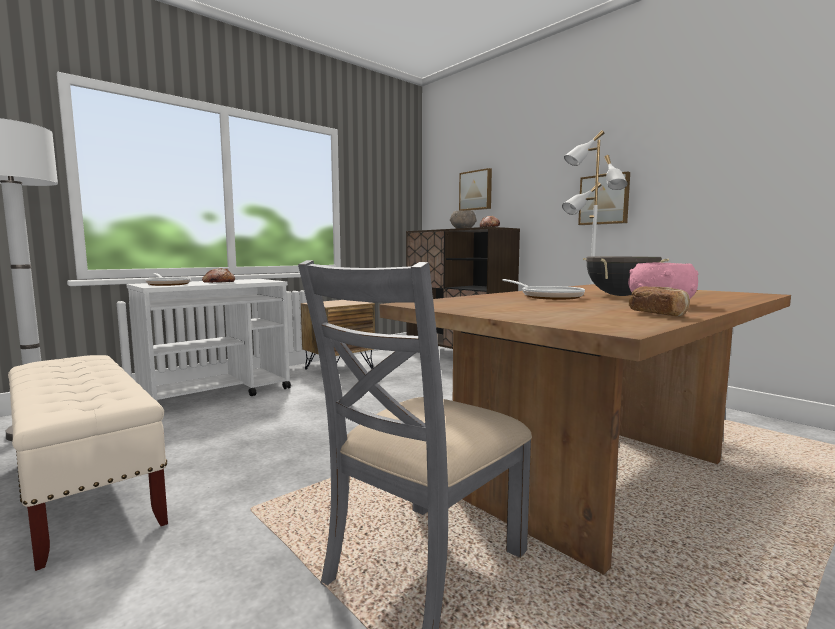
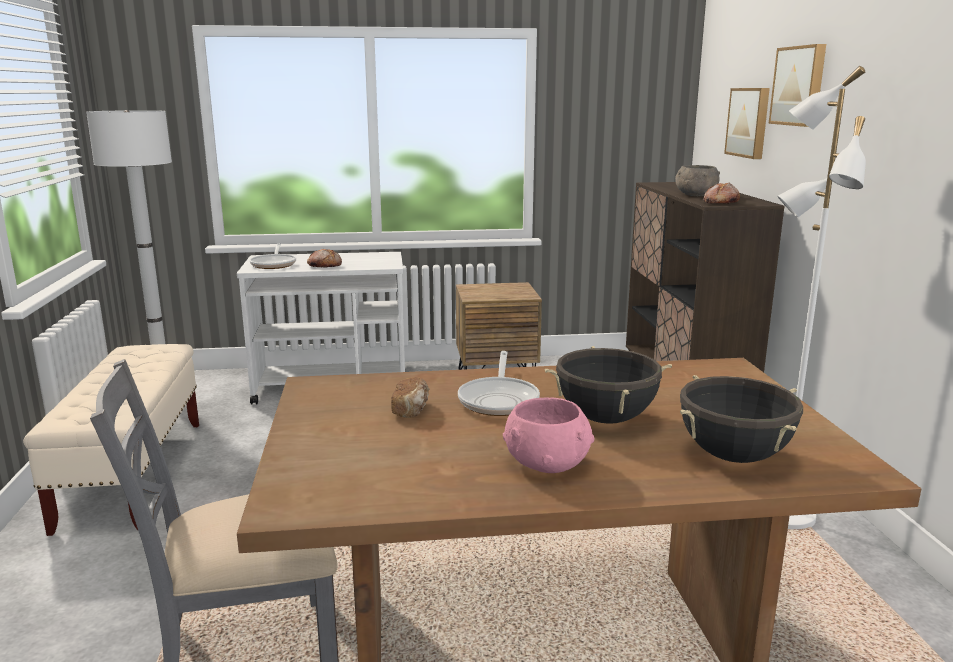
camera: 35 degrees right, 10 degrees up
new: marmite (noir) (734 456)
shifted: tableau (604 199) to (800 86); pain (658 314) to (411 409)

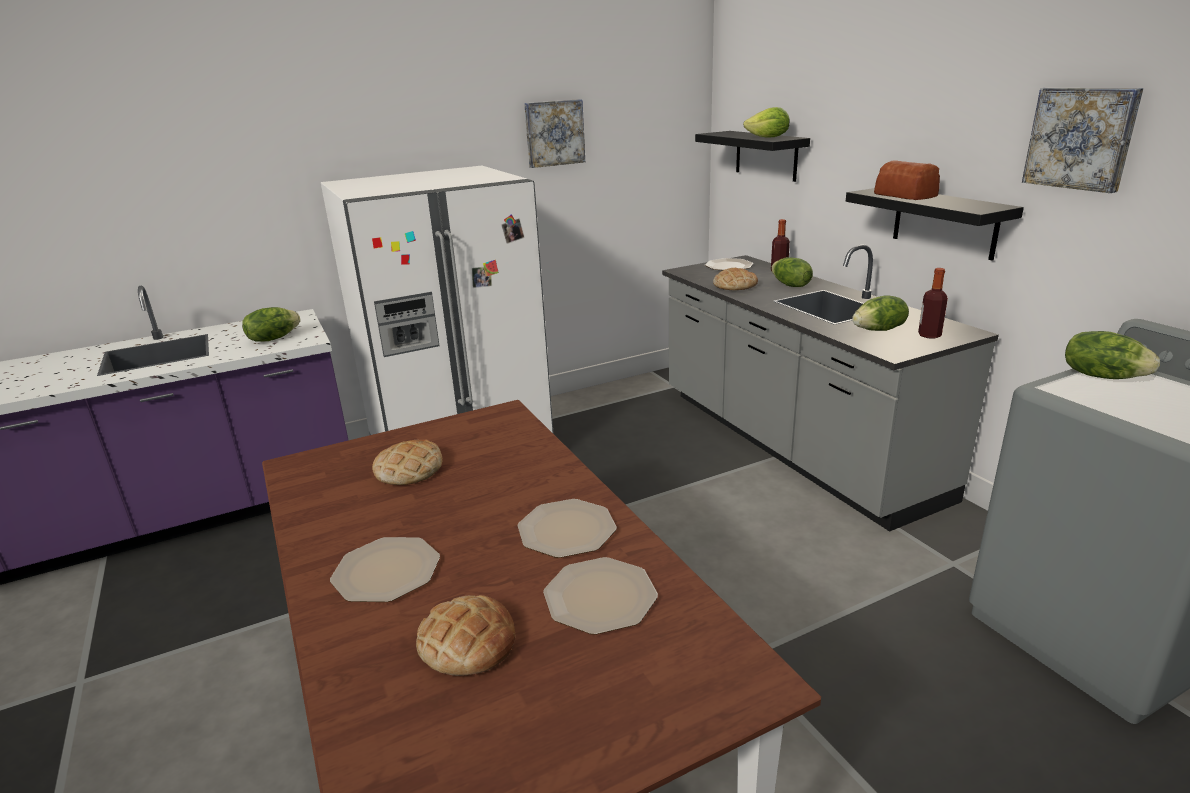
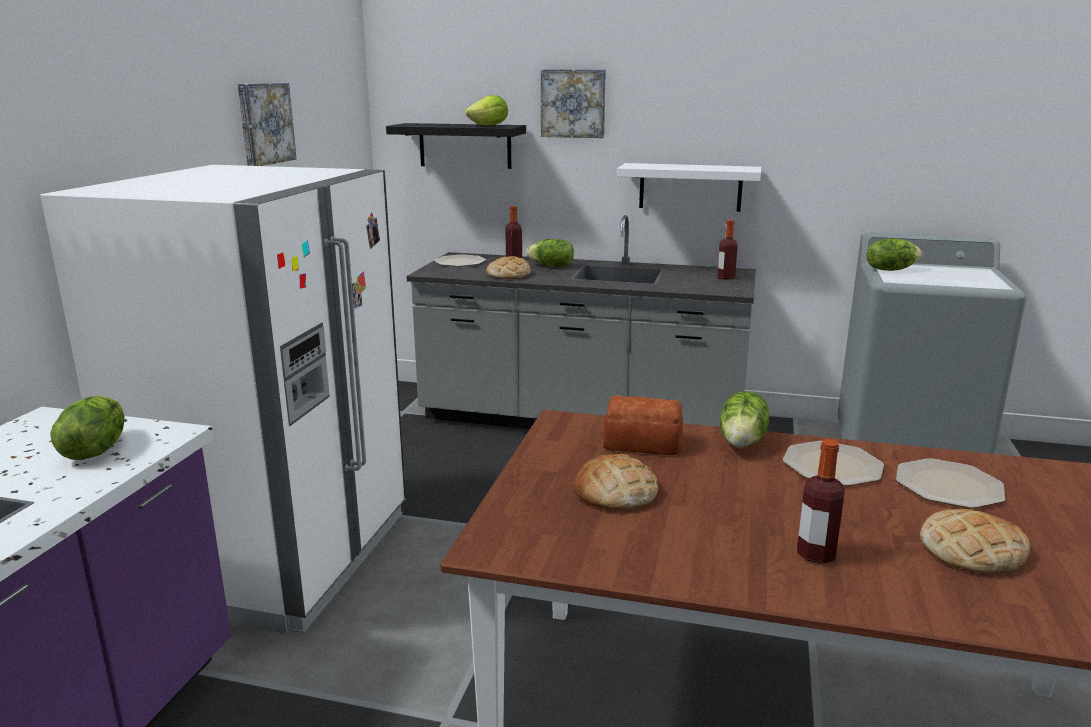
camera: 50 degrees left, 5 degrees down
shifted: laitue (879 330) to (743 442); pain (905 195) to (641 442); tableau (1081 138) to (573 103)
swapped: assiette (387 571) to bouteille (816 554)
repainted: étagère (noir) (944 222) to étagère (blanc) (690 187)

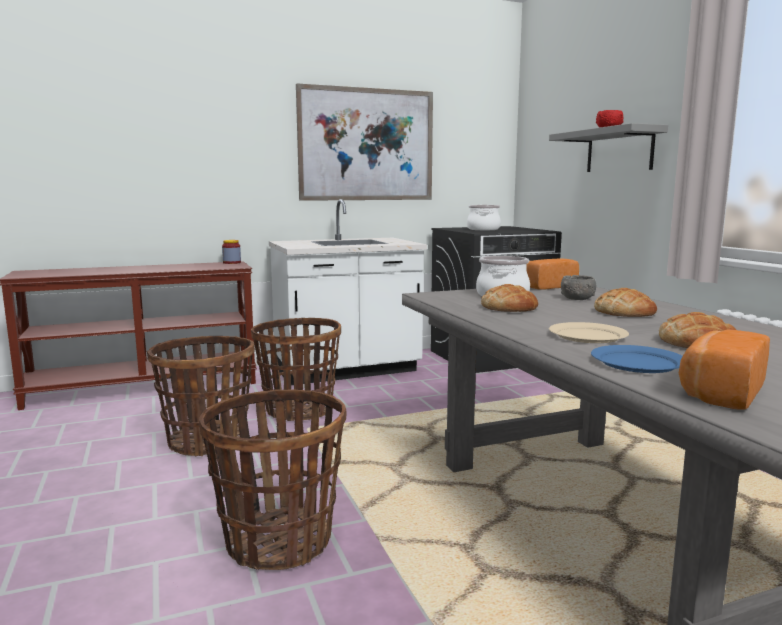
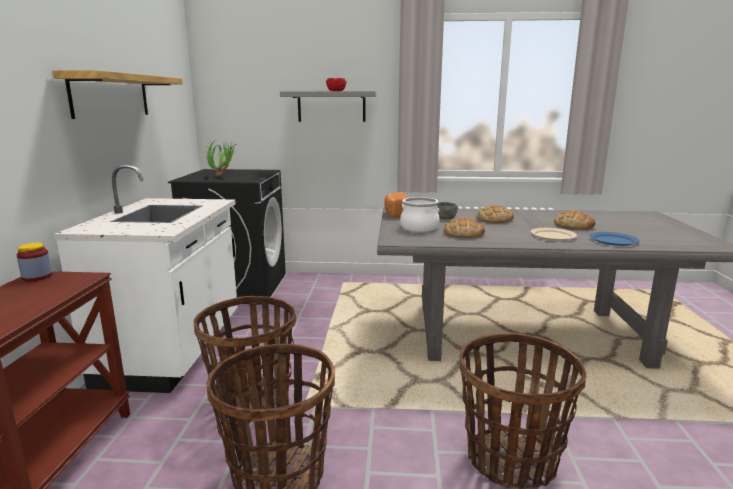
camera: 65 degrees left, 5 degrees up
gone: pain (719 392)
swapped: tableau (367 145) to étagère (111 96); marmite (483 229) to plante en pot (223 176)

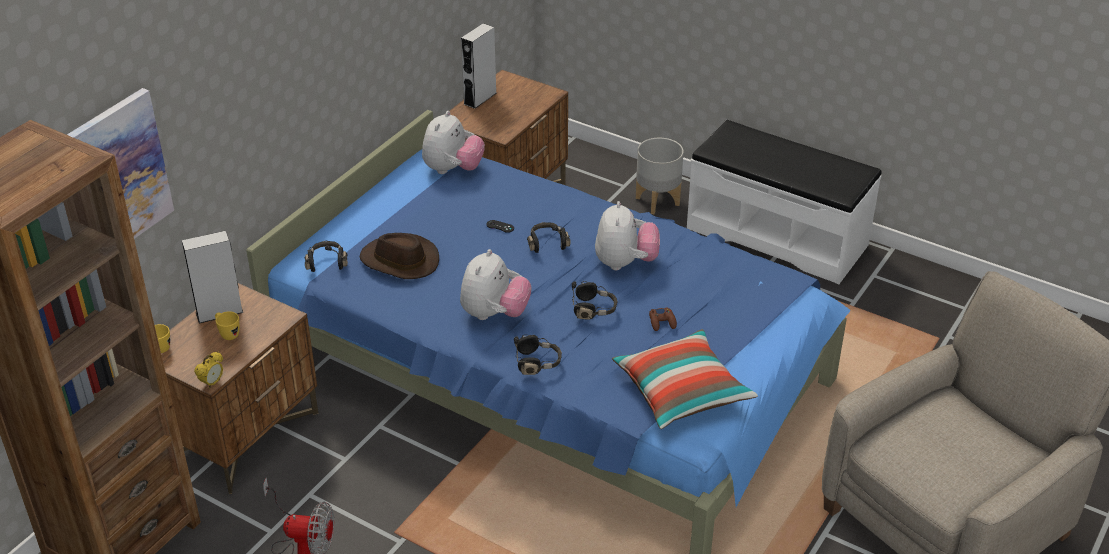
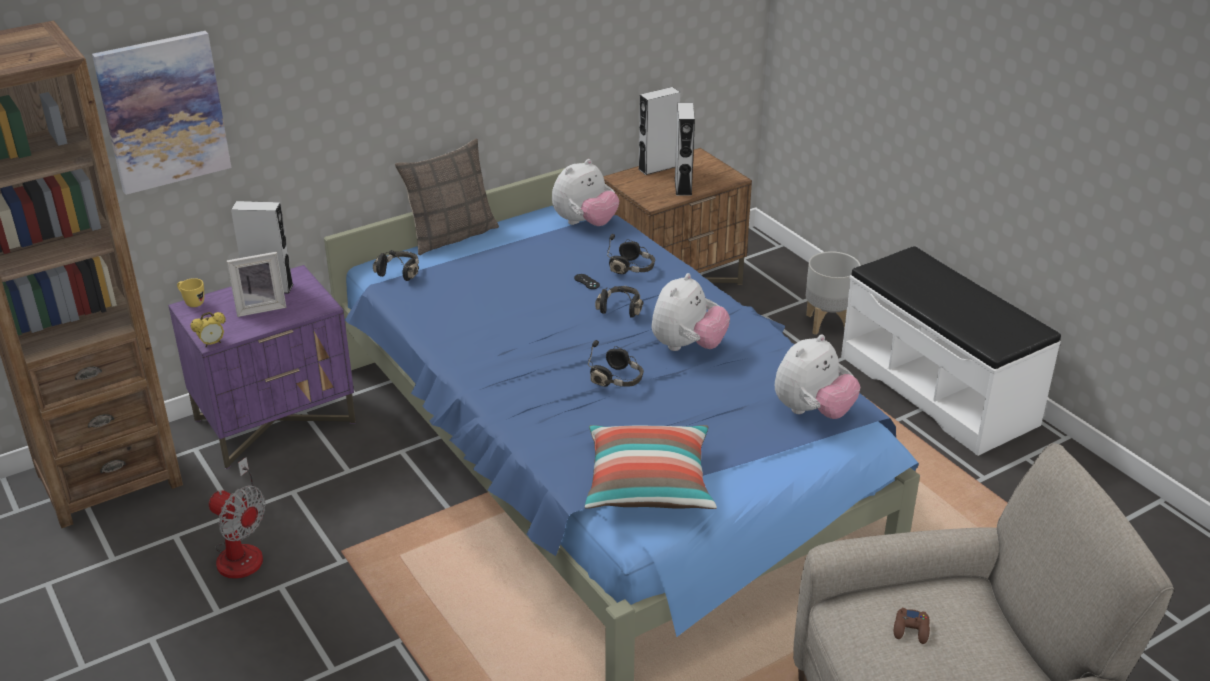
camera: 25 degrees right, 5 degrees down
gone: chapeau (marron) (399 261)
new: coussin (451 235); enceinte (gris) (683 186)
shifted: peluche (494 314) to (812 411); casque audio (noir) (538 363) to (632 268); manette (marron) (662 322) to (911 629)
swapped: mug (jaune) (227 334) to cadre photo (260 307)
repainted: table de chevet (marron) (242 434) to table de chevet (violet) (276 421)

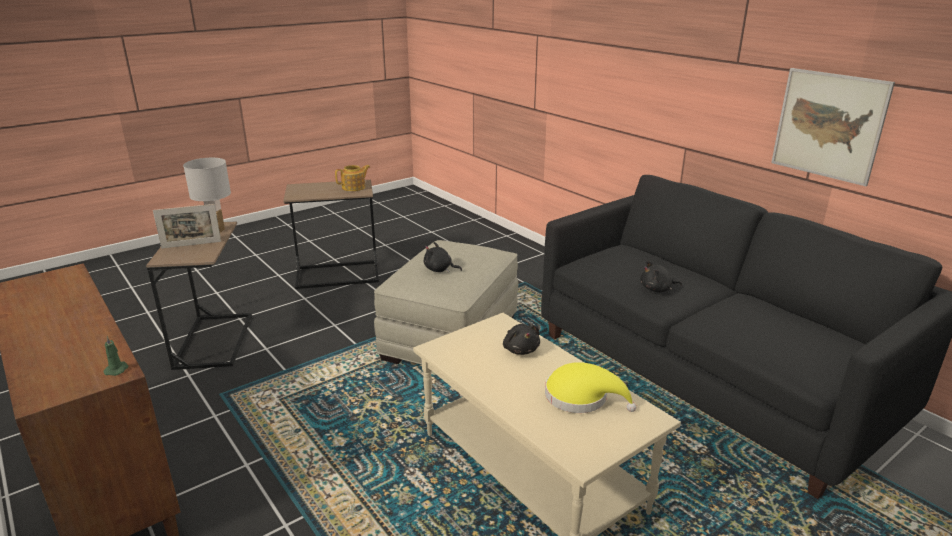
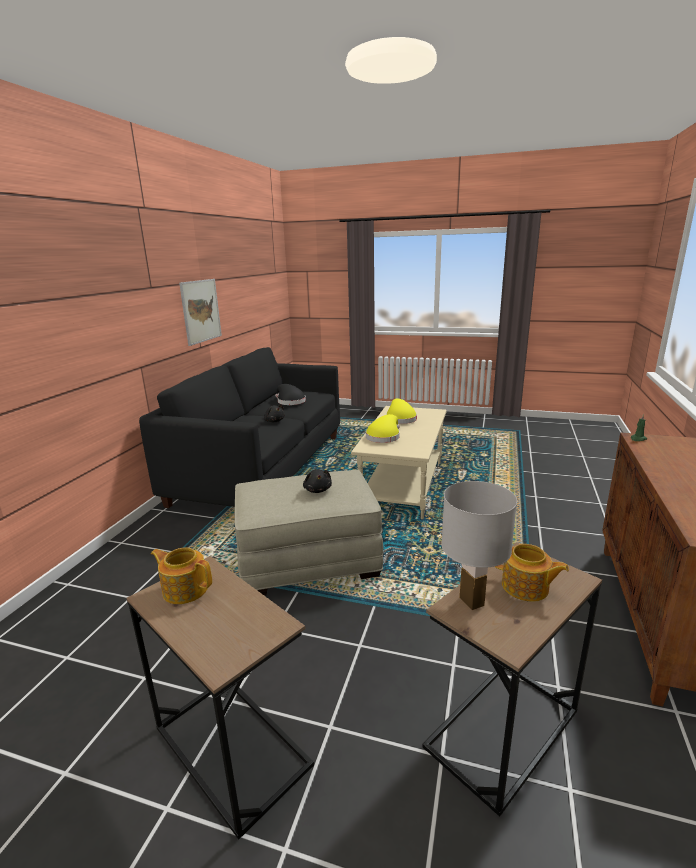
camera: 125 degrees left, 5 degrees down
new: chapeau (noir) (290 401)
swapped: cadre photo (191 245) to théière (526 587); peluche (noir) (520 349) to chapeau (jaune) (384 436)

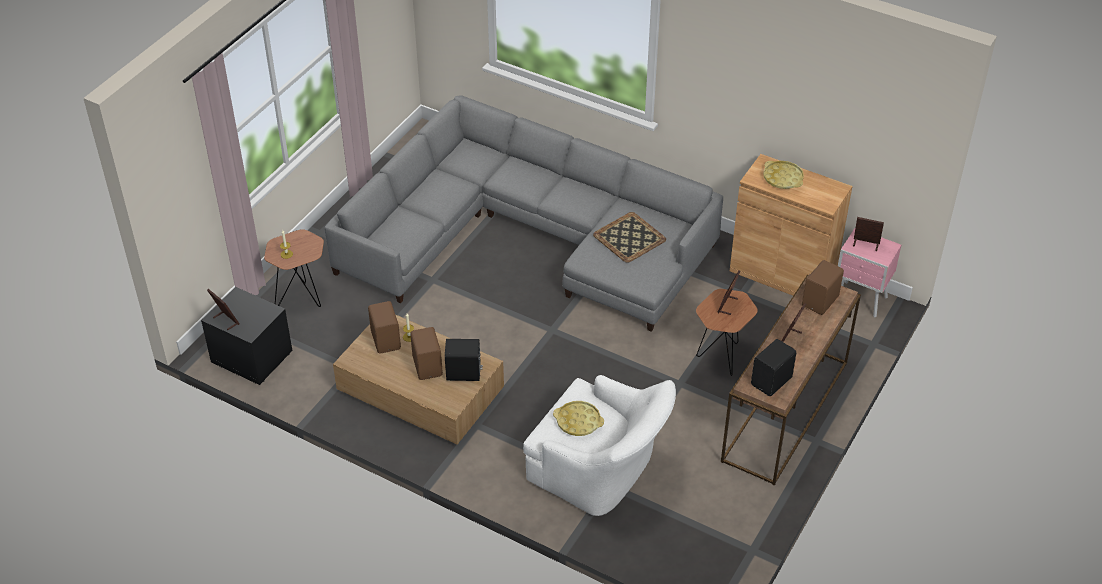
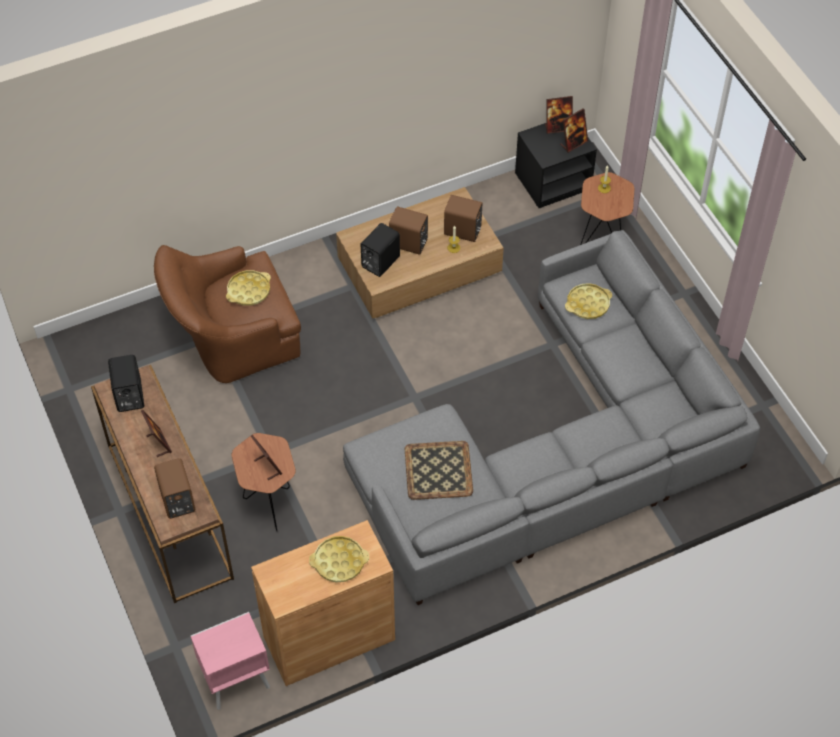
camera: 125 degrees right, 10 degrees up
new: plateau (jaune) (588 304)
shifted: cadre photo (865 244) to (573 143)
repainted: fauteuil (blanc) (600 471) to fauteuil (marron) (231 338)

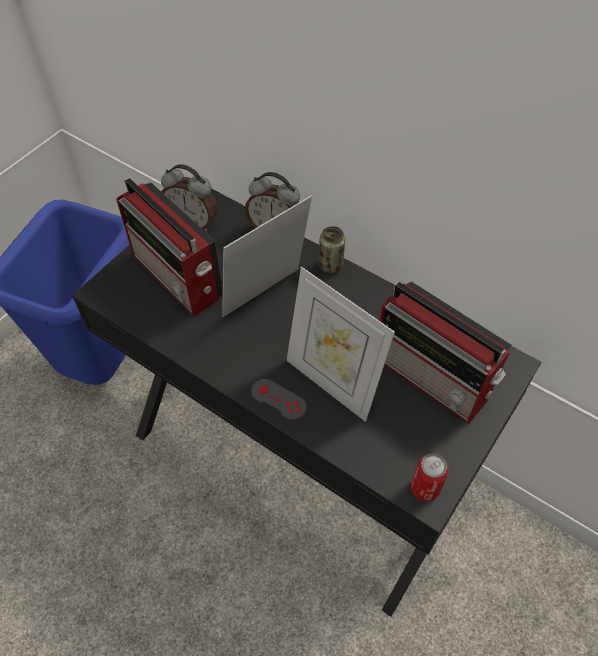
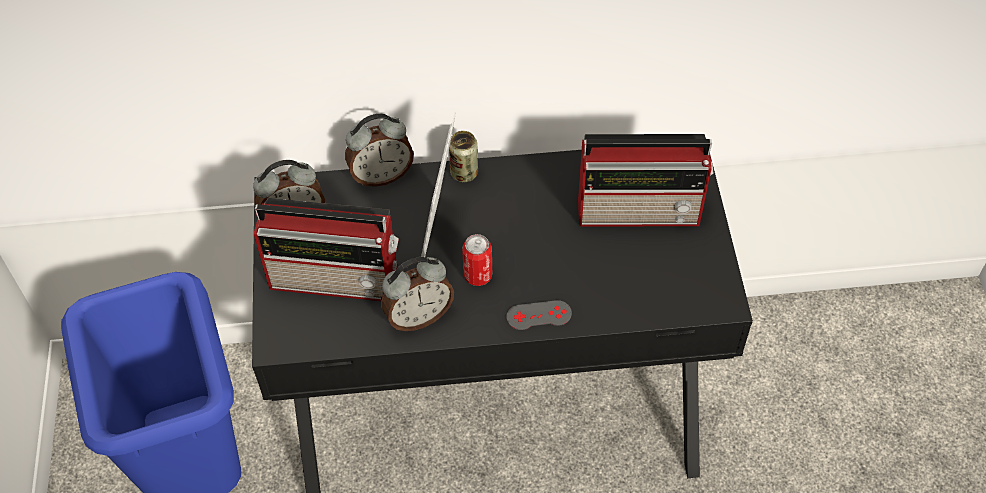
camera: 40 degrees left, 0 degrees up
gone: cadre photo (332 383)
new: réveil (418 316)
shifted: boîte métallique (425 488) to (478 275)

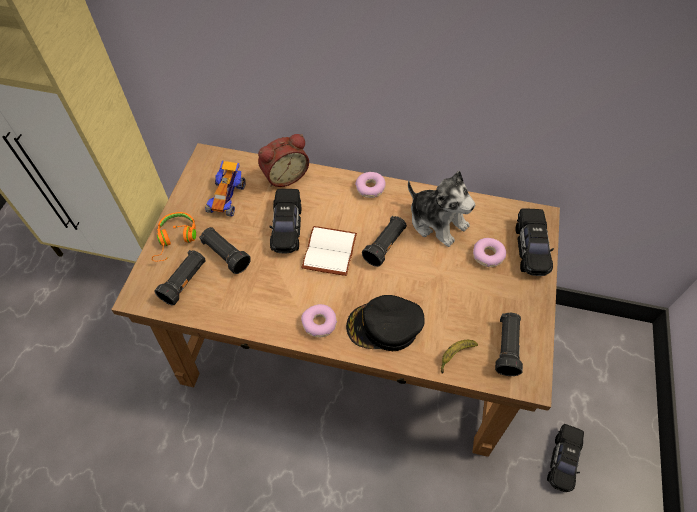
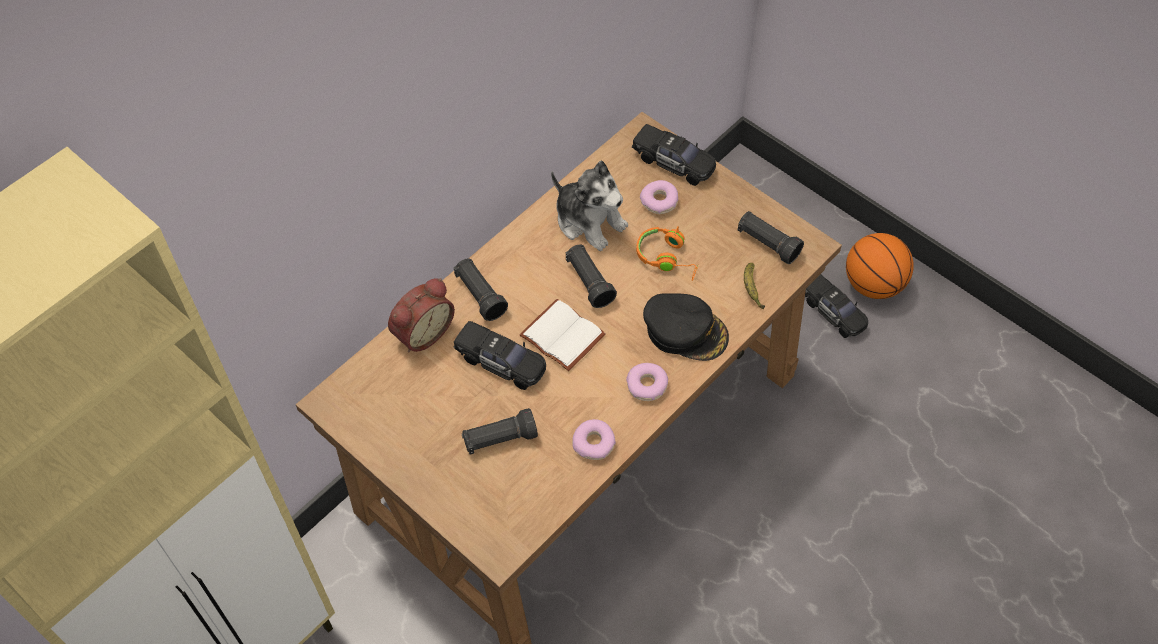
camera: 60 degrees left, 0 degrees up
gone: petite voiture (226 197)
new: ballon de basket (873 284)
shifted: casque audio (orange) (176 240) to (667 258); lampe de poche (noir) (185 282) to (480 295); beignet (370 188) to (594 443)
rotated: réveil (284 175) = (422 332) 45 degrees clockwise; casquette (noir) (384 326) = (685 330) 90 degrees counterclockwise; peluche (437 221) = (589 221) 60 degrees clockwise

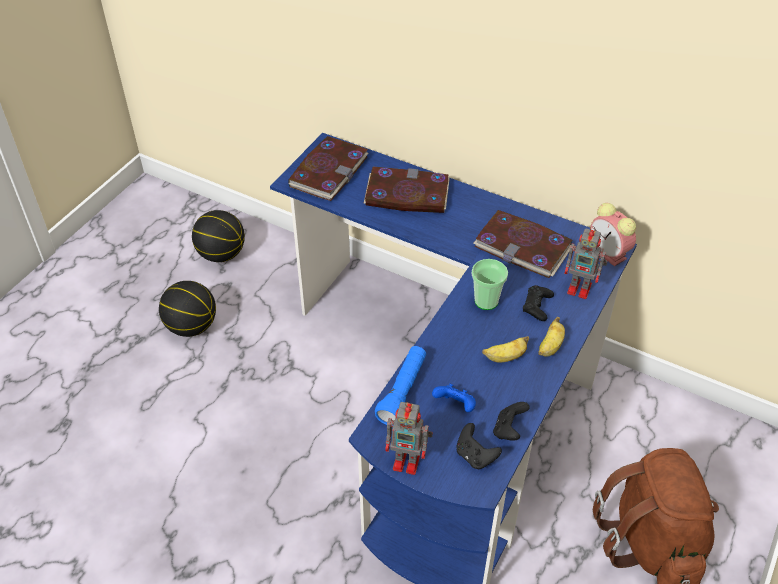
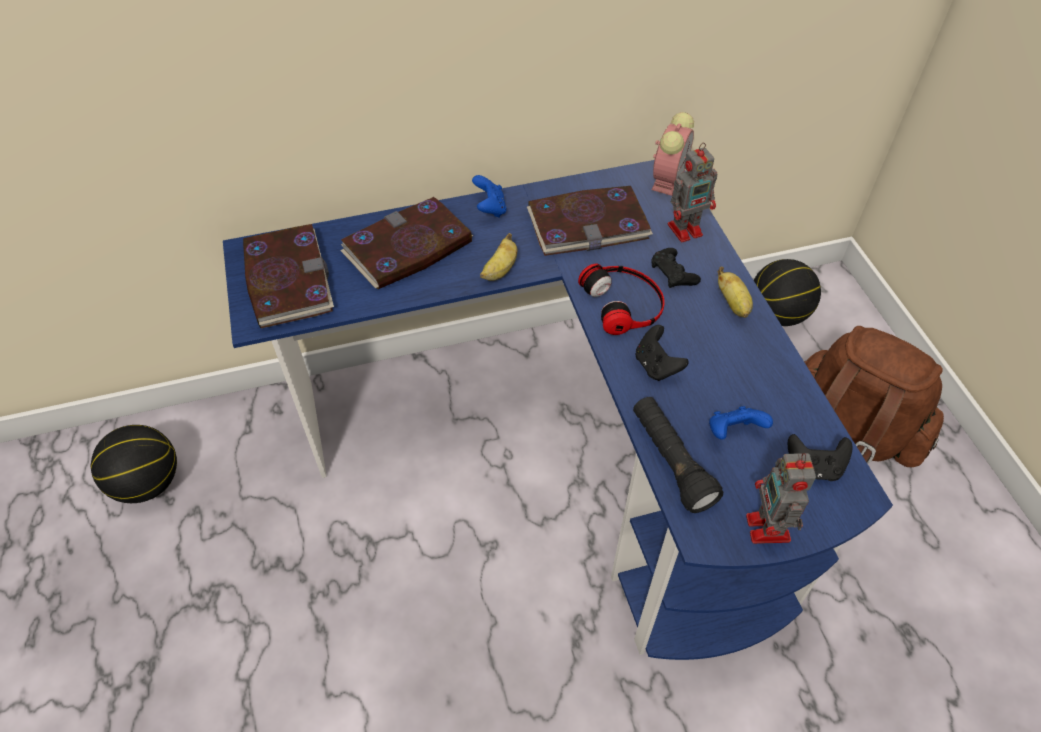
camera: 45 degrees left, 5 degrees up
new: manette (bleu) (490 209)
shifted: ballon de basket (191 327) to (777 314); banane (505 357) to (500 270); manette (noir) (508 430) to (656 366)
swapped: tasse (486 301) to casque audio (624 303)
repainted: lampe de poche (bleu) (403 392) to lampe de poche (noir) (670 461)
rotated: robot jouet (408 461) = (768 530) 120 degrees clockwise; réveil (609 253) = (668 178) 75 degrees counterclockwise

